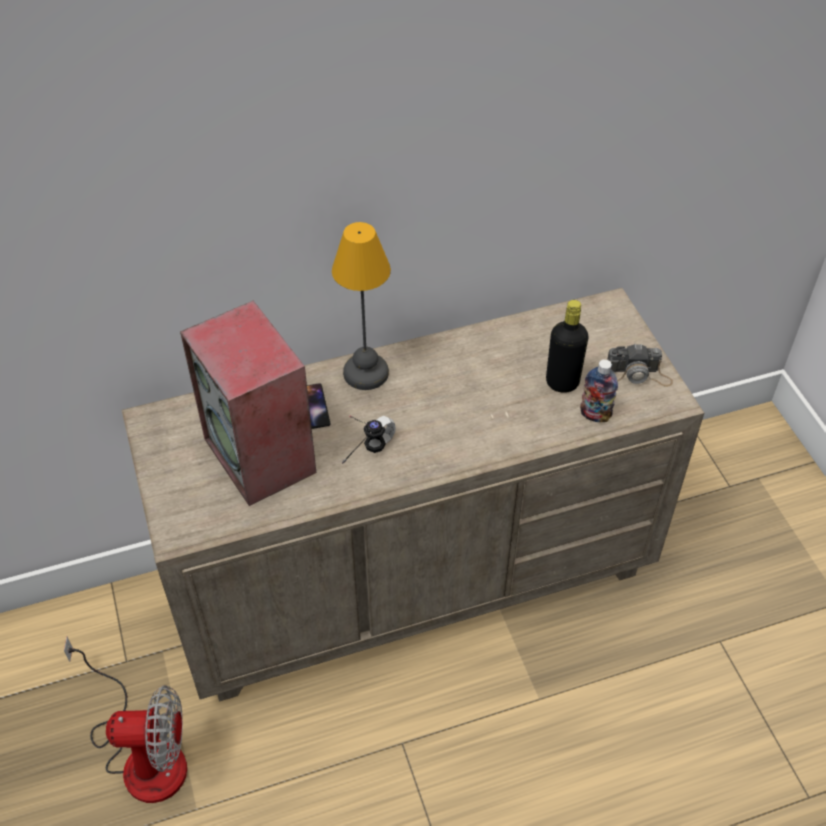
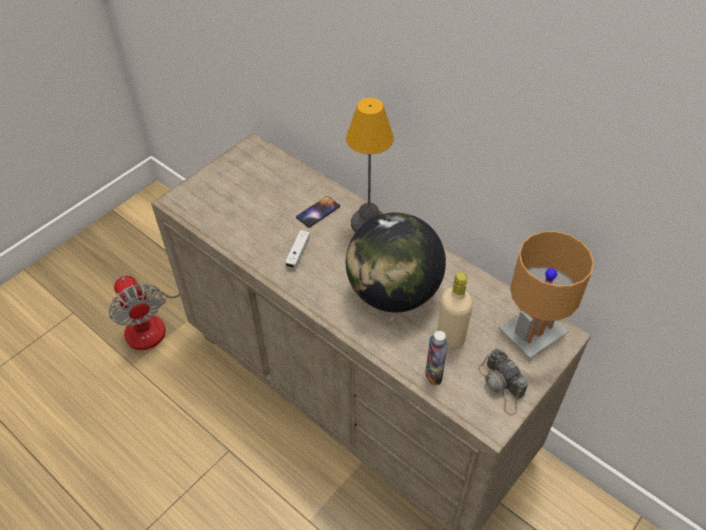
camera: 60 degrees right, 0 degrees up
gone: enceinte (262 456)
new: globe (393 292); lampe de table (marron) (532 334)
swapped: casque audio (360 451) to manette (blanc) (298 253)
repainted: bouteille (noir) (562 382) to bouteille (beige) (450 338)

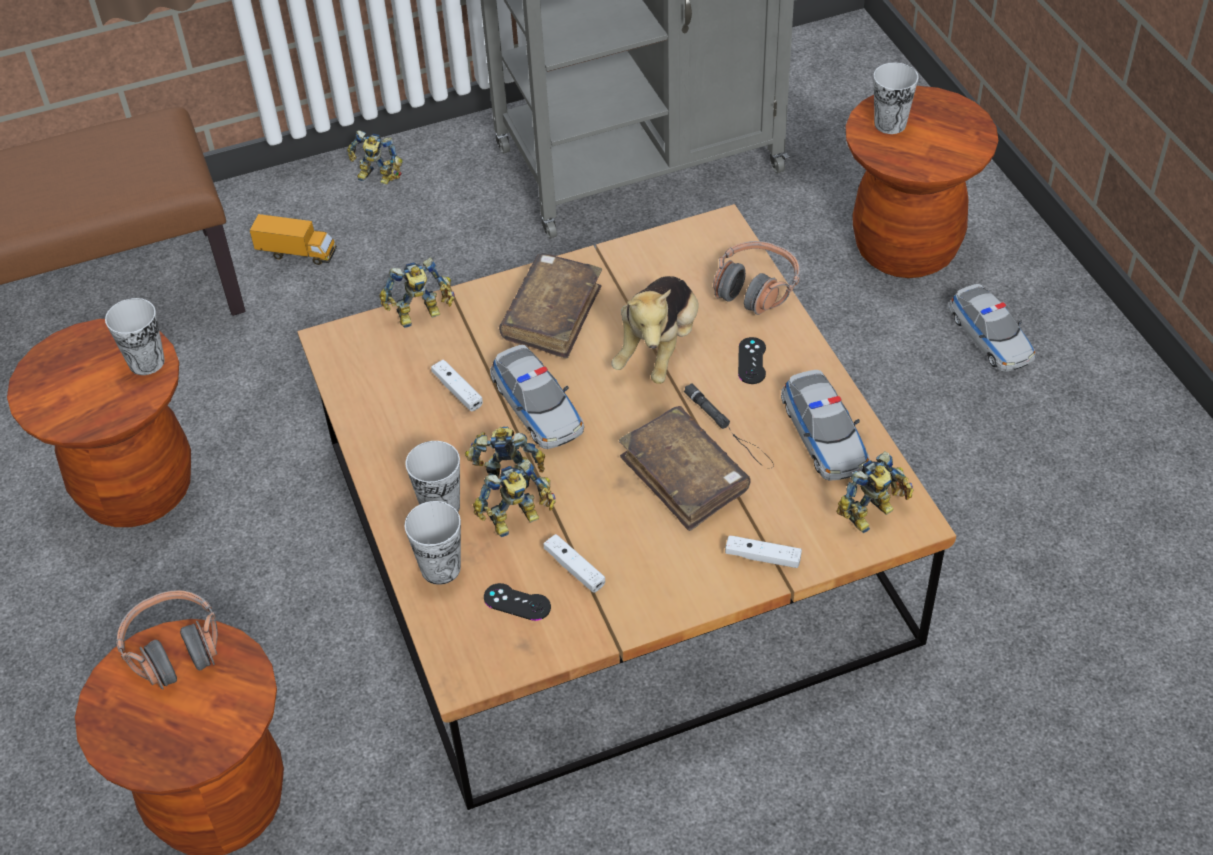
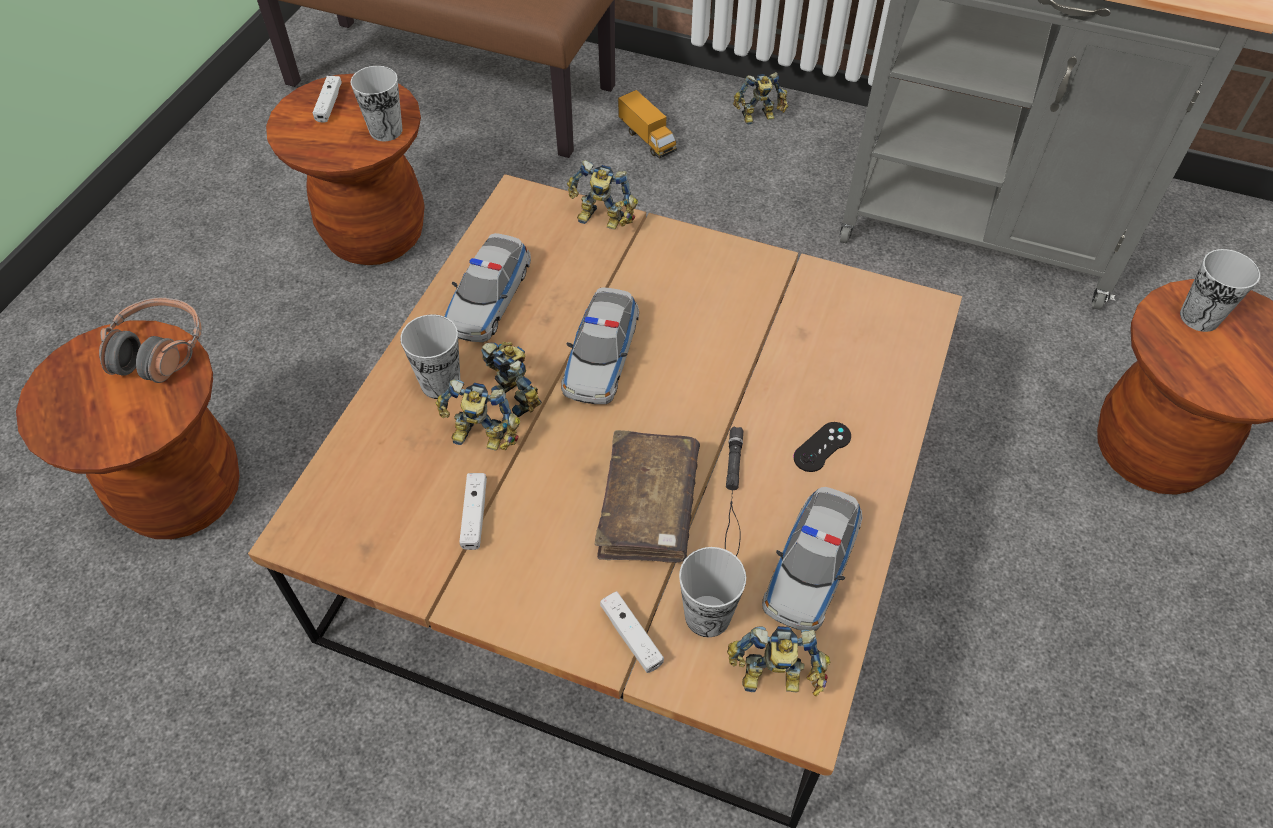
camera: 40 degrees right, 5 degrees up
gone: manette (noir) (517 602); livre (marron) (552 315); peluche (658 348); casque audio (755 287)
shifted: tasse (440 568) to (707 616); manette (blanc) (457 391) to (329 104); petite voiture (990 337) to (488 298)
rotated: robot jouet (376 178) = (759 118) 75 degrees counterclockwise

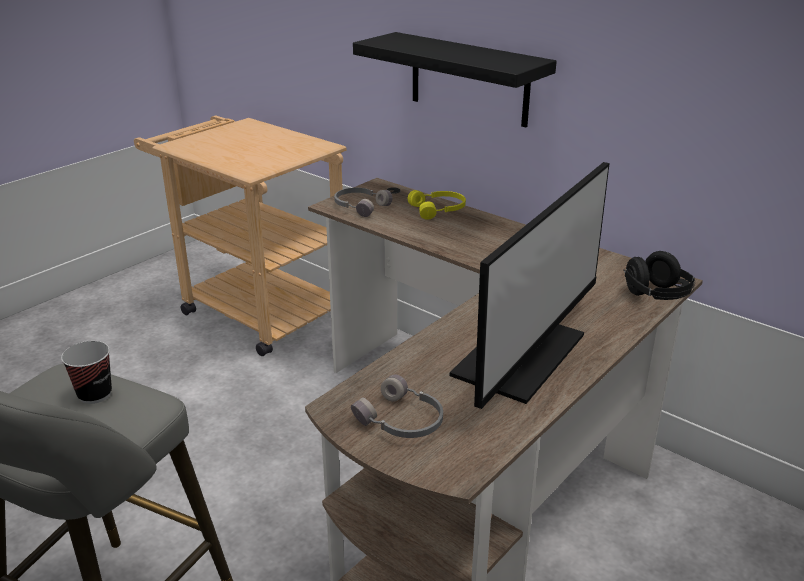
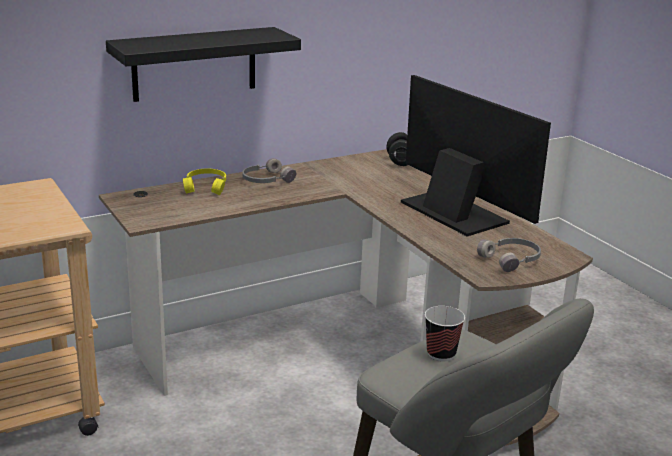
camera: 70 degrees left, 5 degrees down
shifted: casque audio (gris) (360 206) to (266 180)

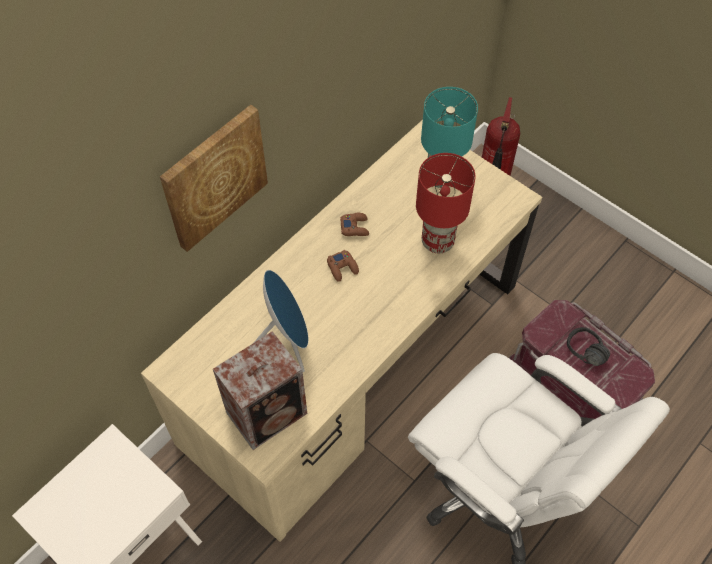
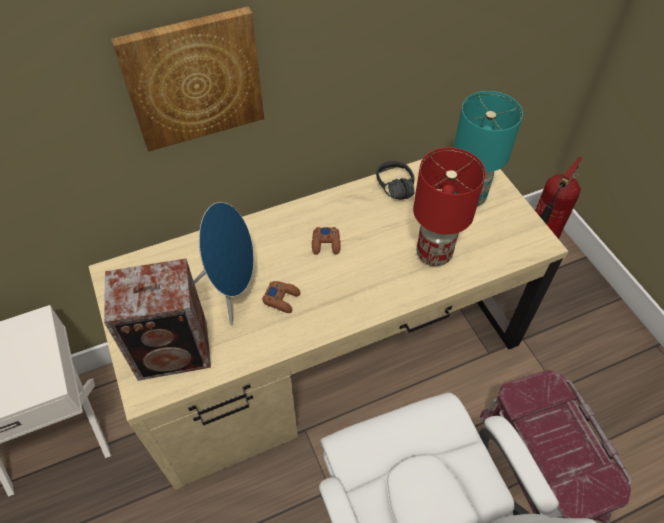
camera: 25 degrees right, 5 degrees down
shifted: manette (marron) (355 227) to (282 299); casque audio (noir) (581 355) to (389 189)

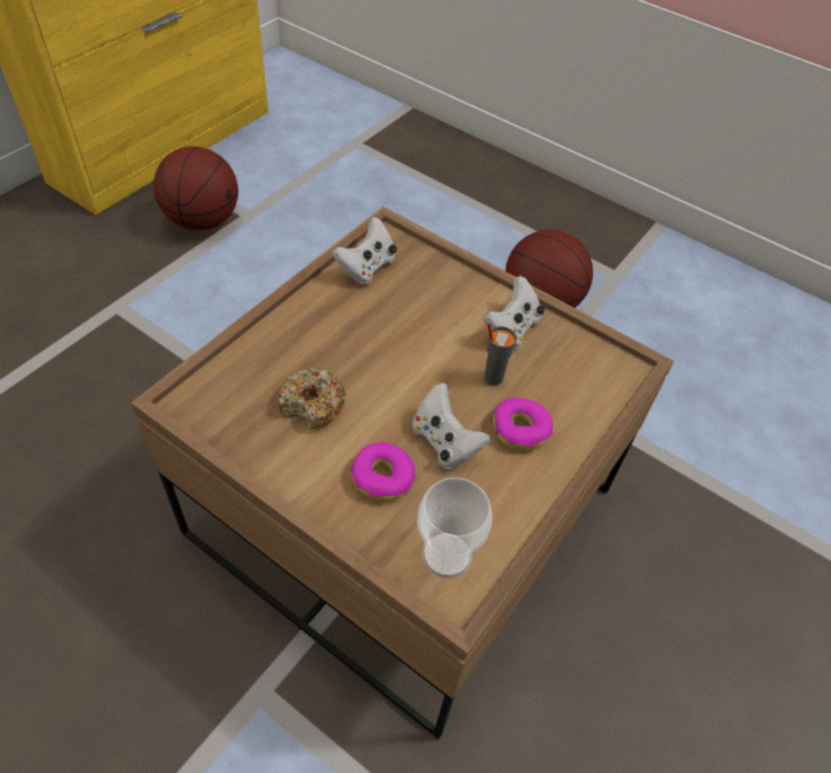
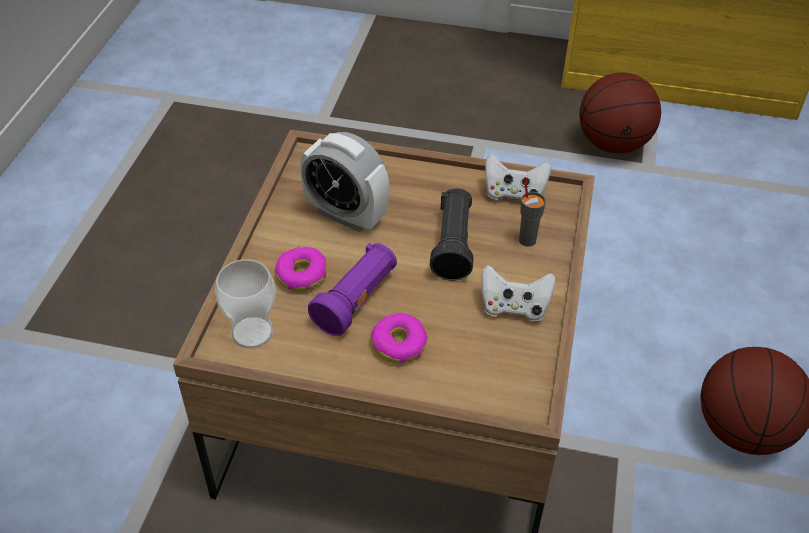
camera: 70 degrees right, 5 degrees down
new: lampe de poche (noir) (453 245)
shifted: tasse (gris) (492 377) to (527 240)
swapped: beignet (312 405) to réveil (346 215); manette (blanc) (444 442) to lampe de poche (violet) (356 300)

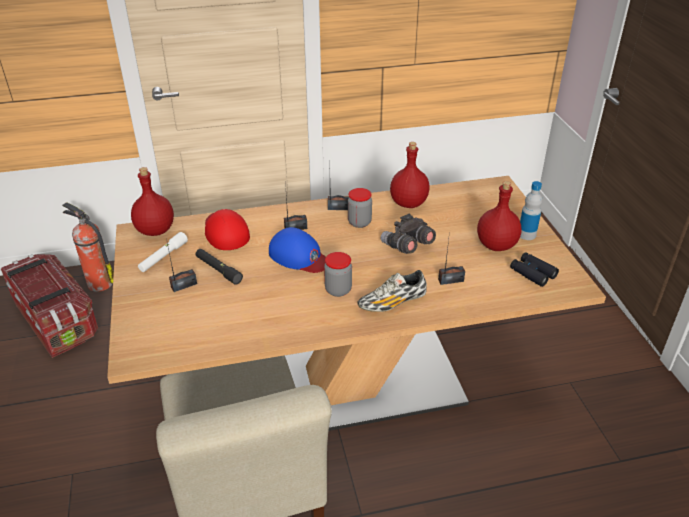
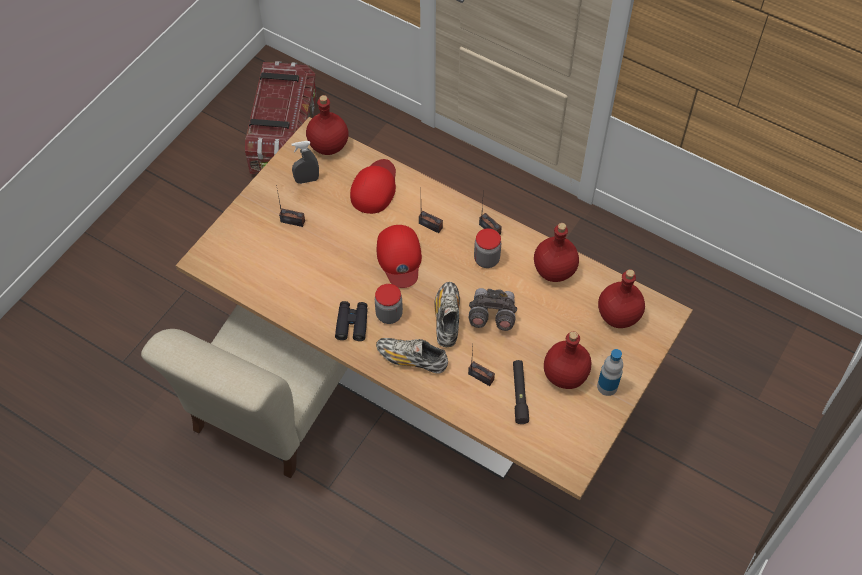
camera: 45 degrees right, 20 degrees up
gone: extincteur (99 283)
new: chaussure (447 319); bouteille (rouge) (619 315)
shifted: lampe de poche (noir) (218 270) to (519 394); jumelles (noir) (532 273) to (352 323)
swapped: lampe de poche (blanc) (163 257) to vaporisateur (gris) (307 180)
repainted: casquette (bleu) (299 256) to casquette (rouge) (399 258)

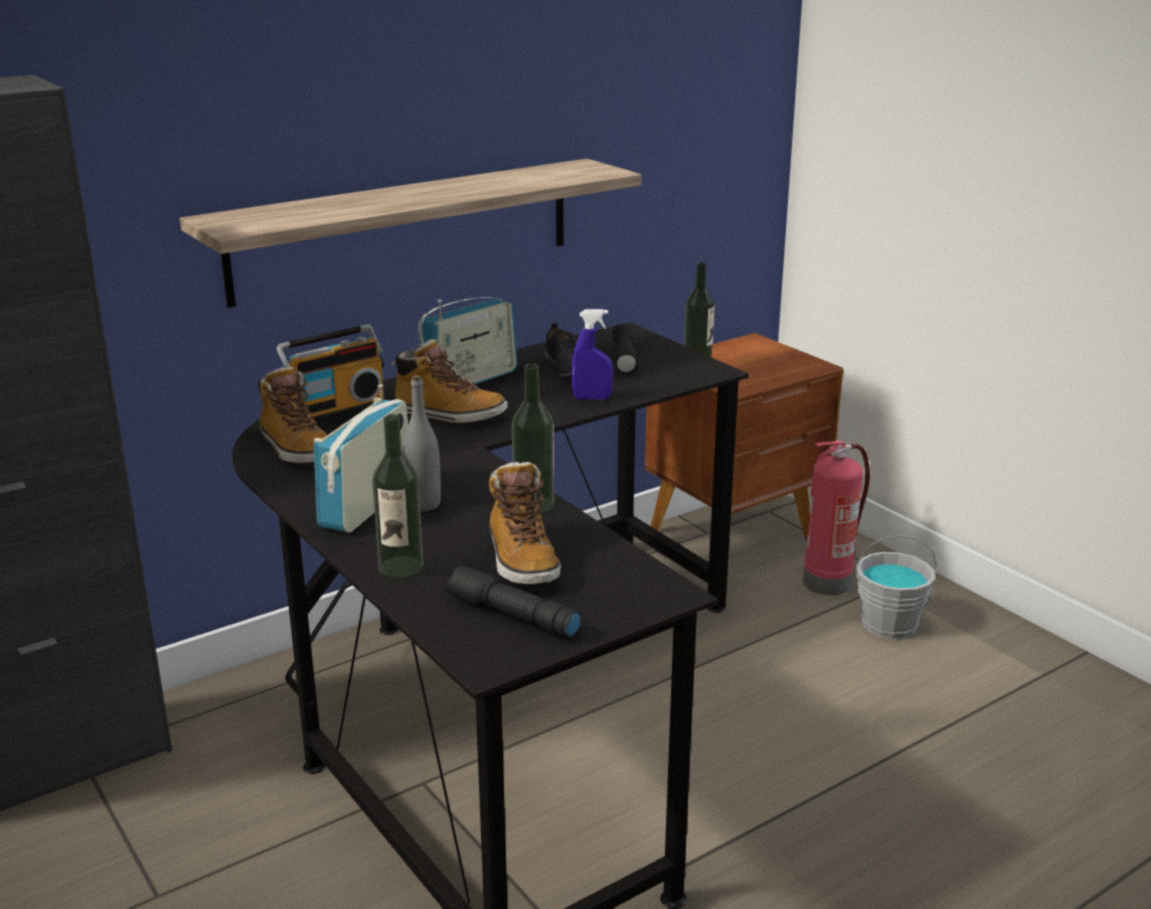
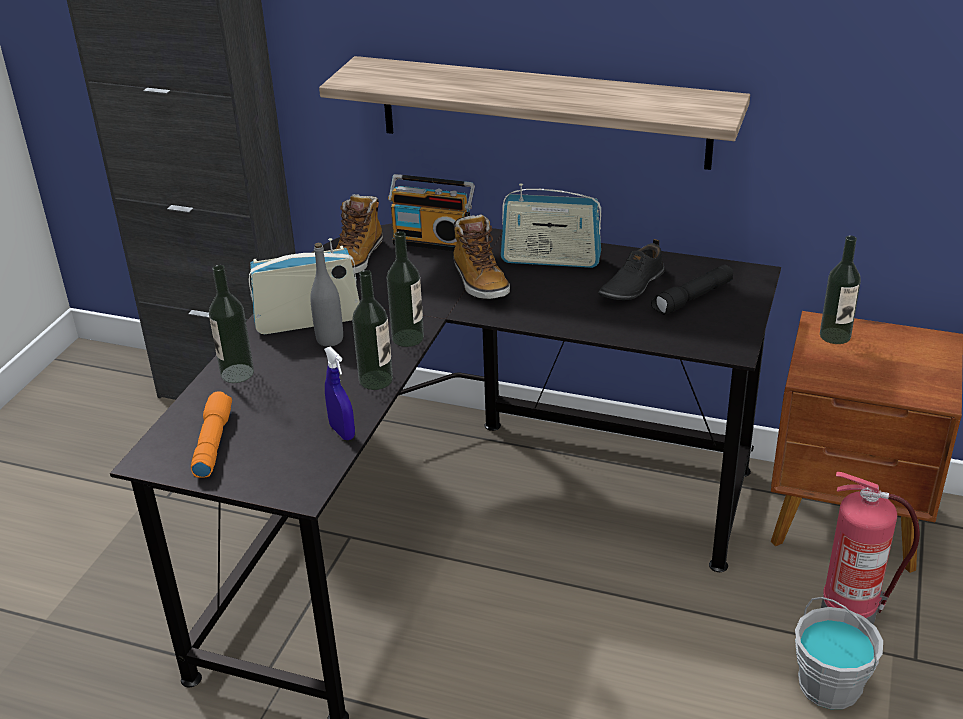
camera: 55 degrees right, 10 degrees up
gone: botte (521 559)
new: bouteille (408 338)
shifted: vaporisateur (bleu) (592 398) to (342 432)
repainted: lampe de poche (noir) (511 616) to lampe de poche (orange) (212 443)

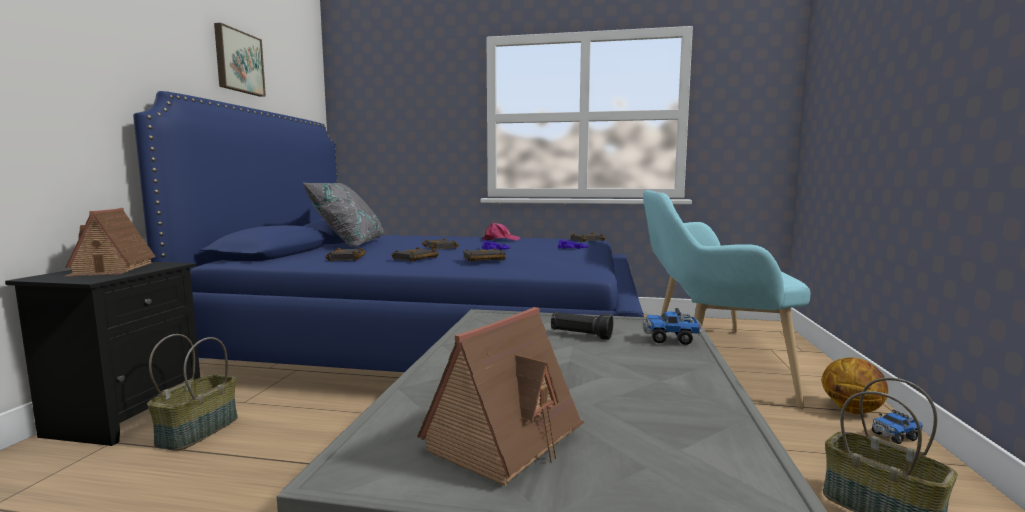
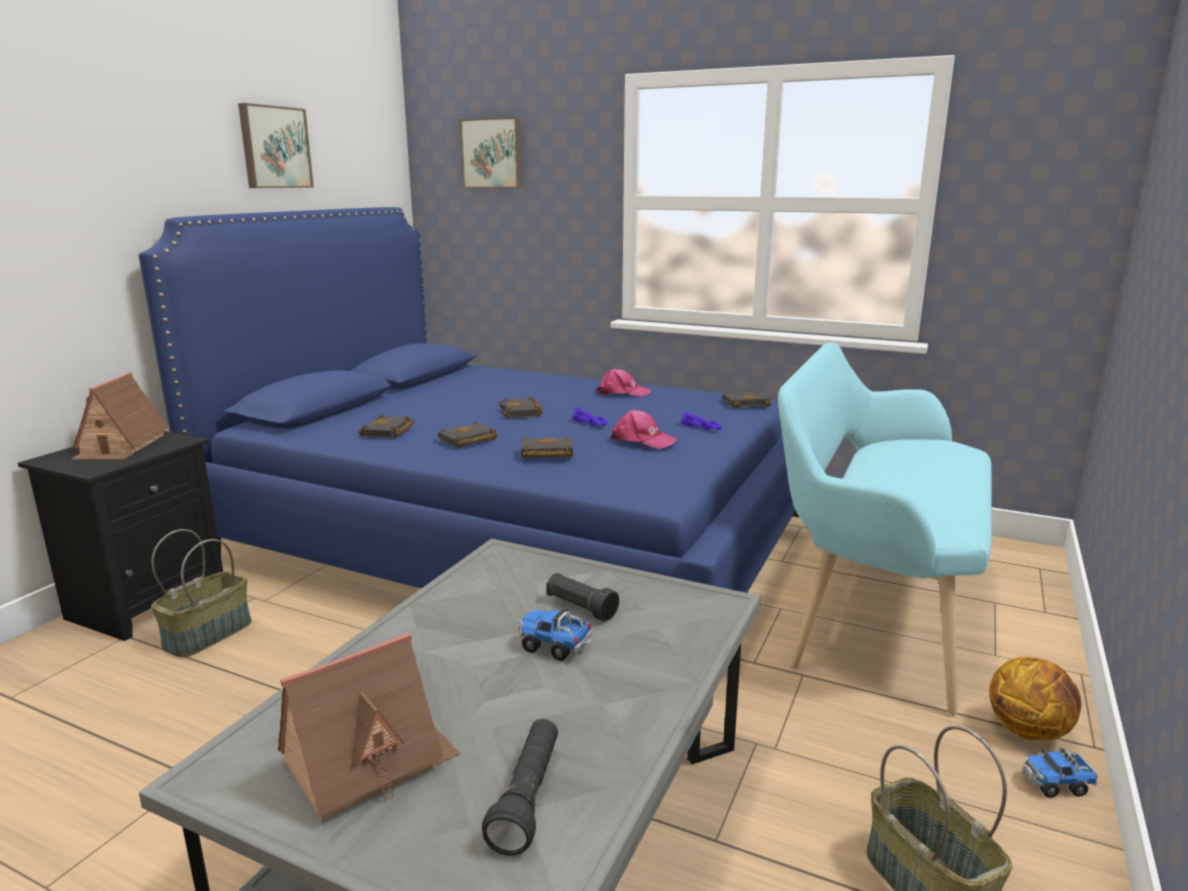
camera: 15 degrees right, 10 degrees up
gone: coussin (gris) (349 245)
new: tableau (492 153); lampe de poche (noir) (527 798); casquette (rose) (642 440)
shifted: camion jouet (671 339) to (554 647)

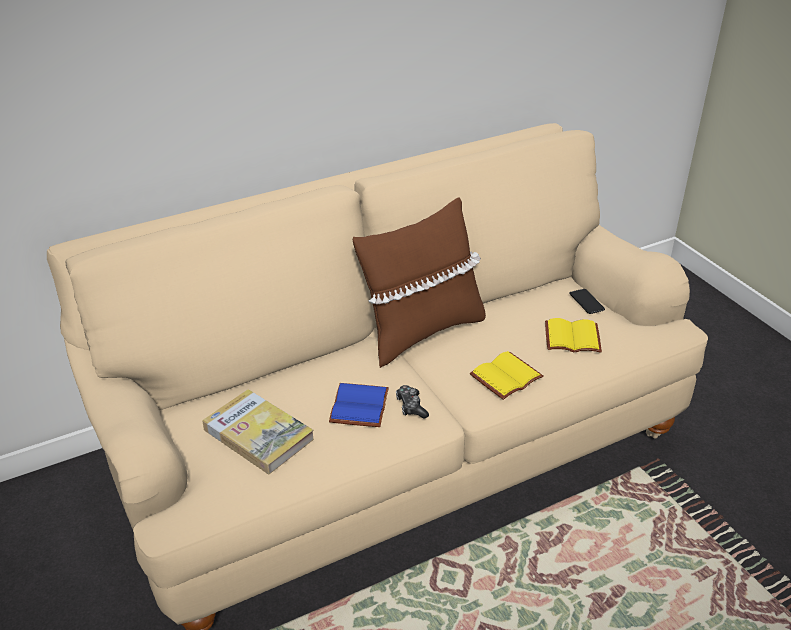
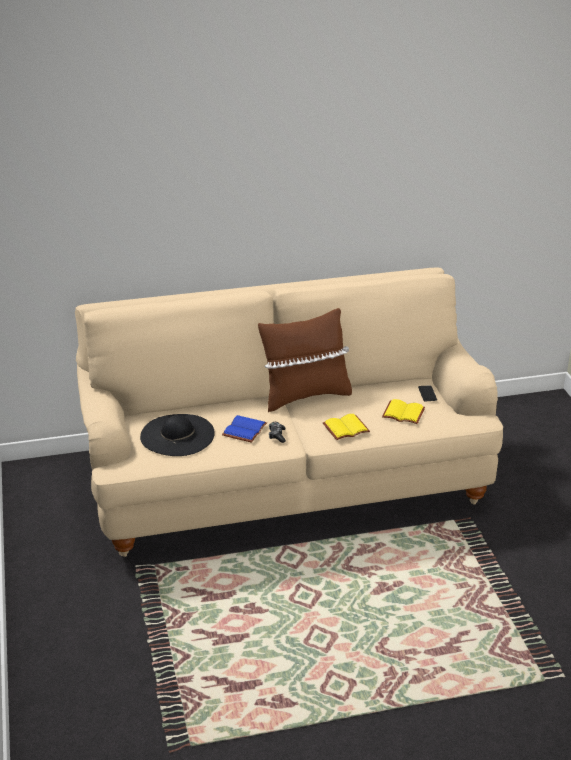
camera: 15 degrees right, 5 degrees down
swapped: livre (258 434) to chapeau (noir) (177 435)

